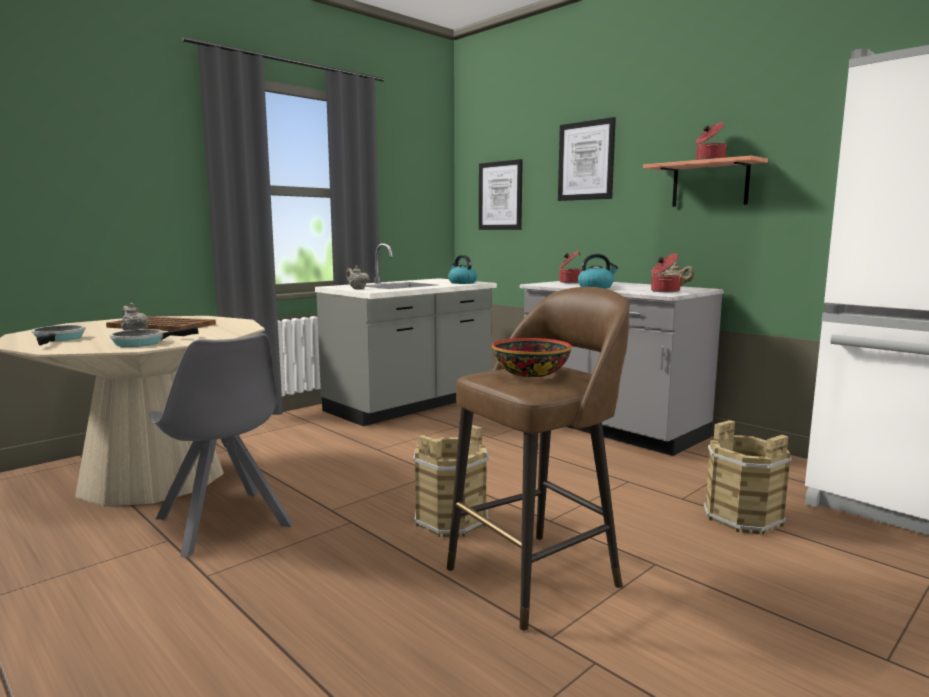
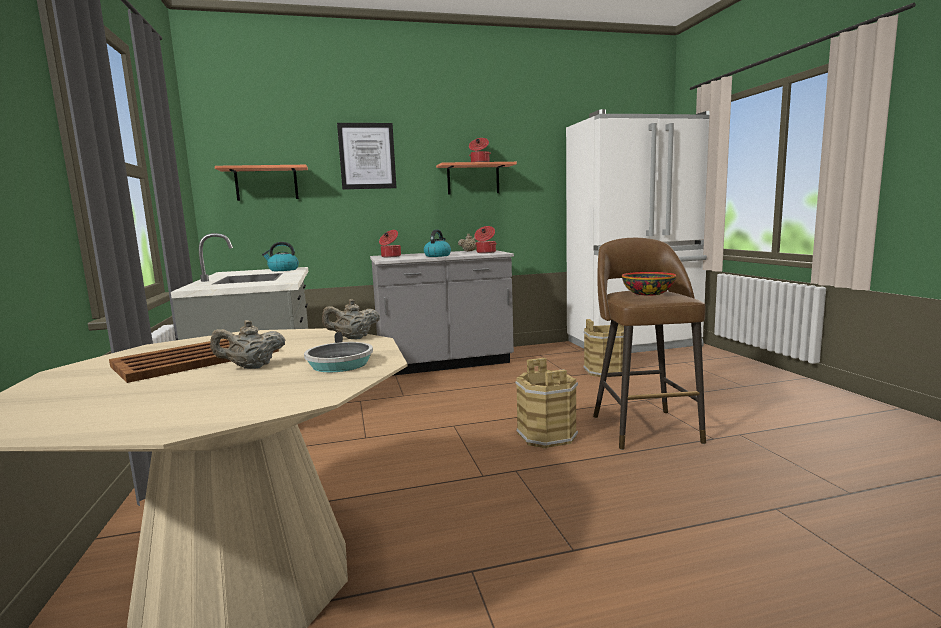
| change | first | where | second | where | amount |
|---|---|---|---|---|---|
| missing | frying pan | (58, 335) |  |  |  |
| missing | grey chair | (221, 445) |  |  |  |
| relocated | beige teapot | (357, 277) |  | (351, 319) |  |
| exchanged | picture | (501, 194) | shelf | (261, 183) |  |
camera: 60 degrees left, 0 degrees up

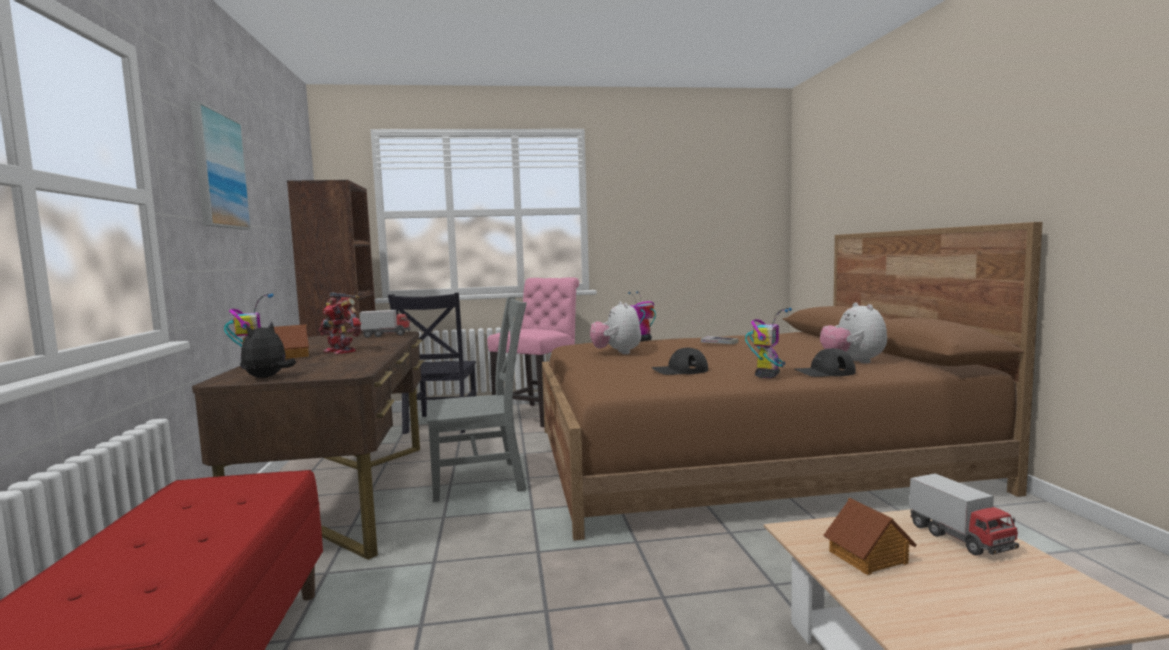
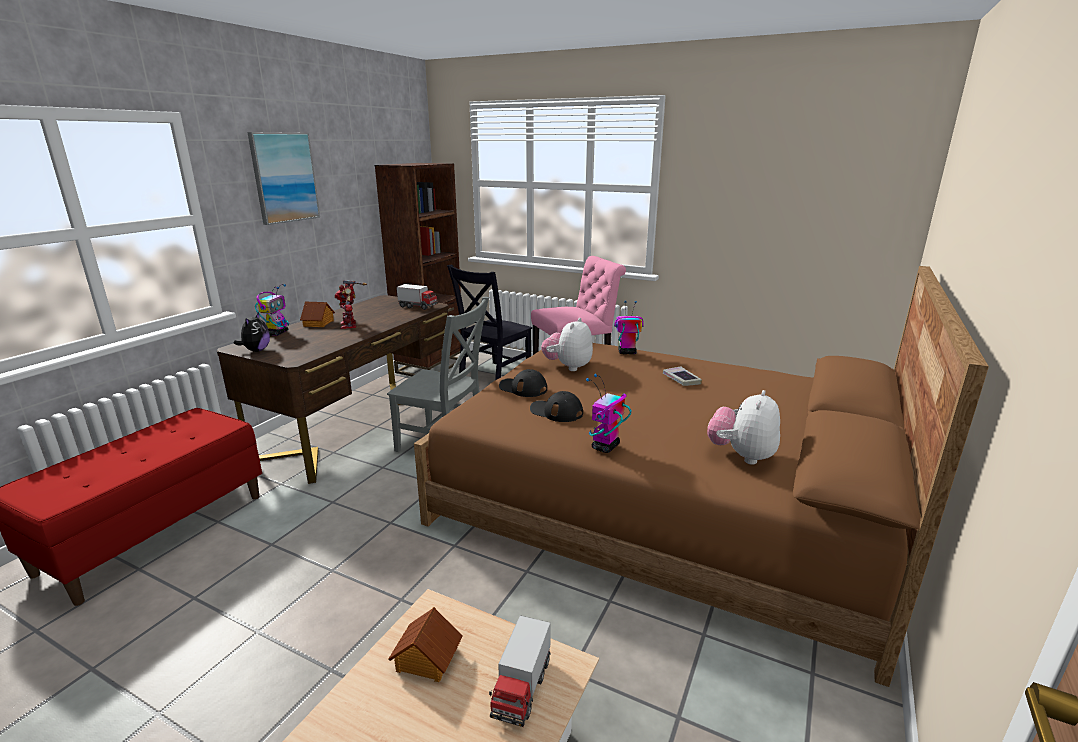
| change | first | where | second | where | amount |
|---|---|---|---|---|---|
| spun | plush toy | (268, 350) |  | (252, 332) | 135 degrees clockwise |
| spun | toy robot | (768, 343) |  | (608, 413) | 150 degrees clockwise |
| relocated | black cap | (825, 362) |  | (523, 383) |  |
camera: 35 degrees right, 15 degrees up

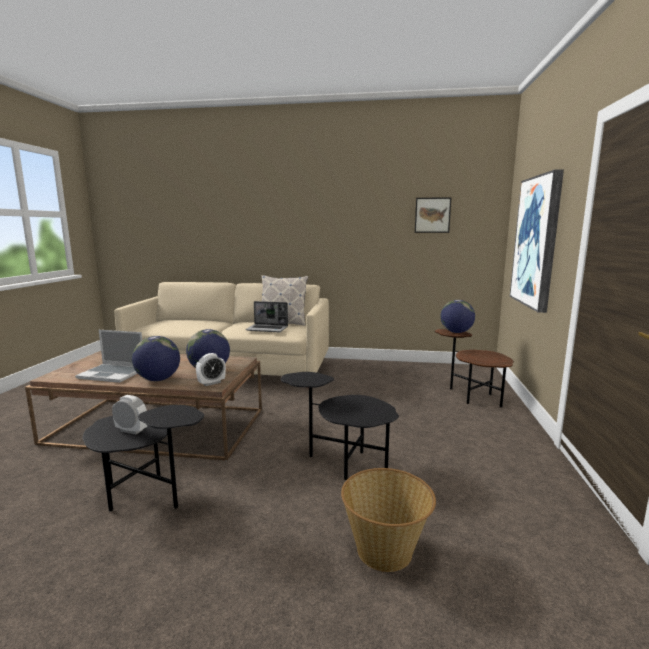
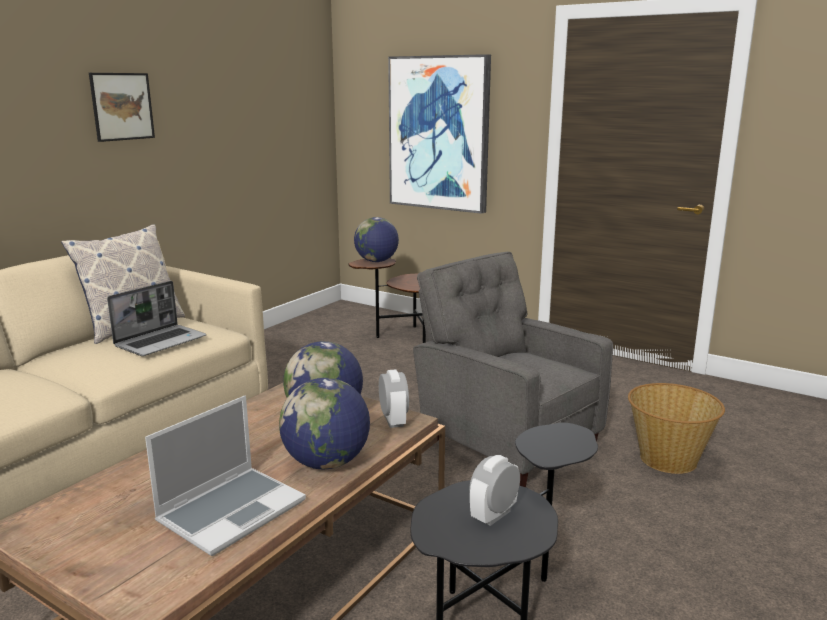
| change | first | where | second | where | amount |
|---|---|---|---|---|---|
| exchanged | black side table | (340, 426) | grey armchair | (513, 369) |  |
| relocated | picture | (433, 215) |  | (122, 107) |  |
camera: 65 degrees left, 5 degrees up

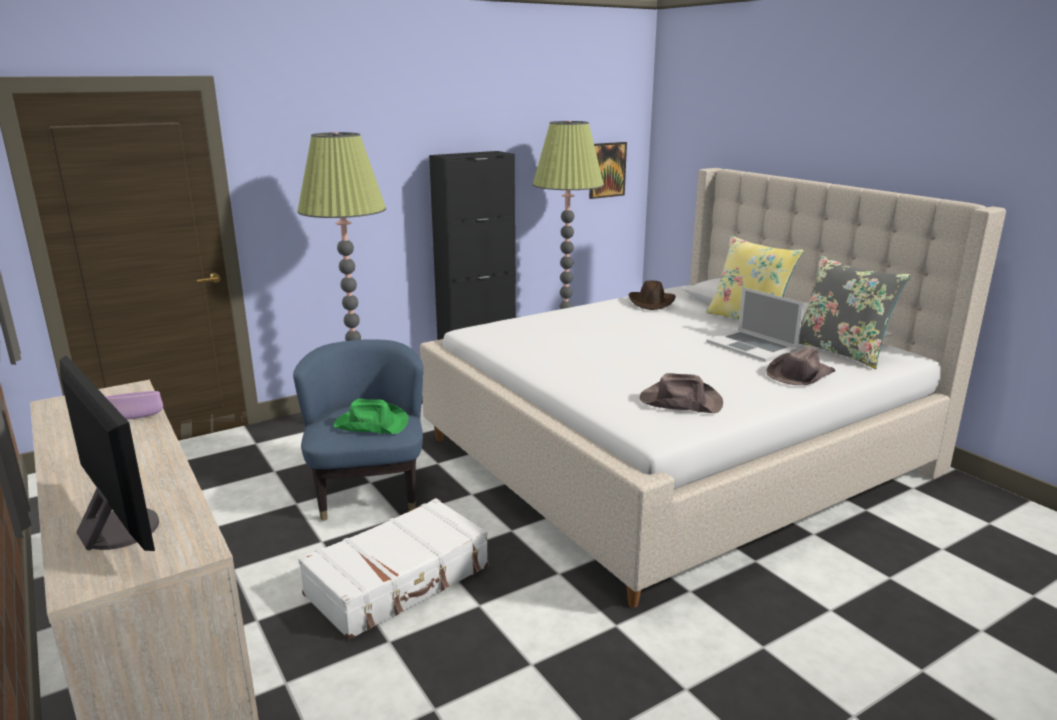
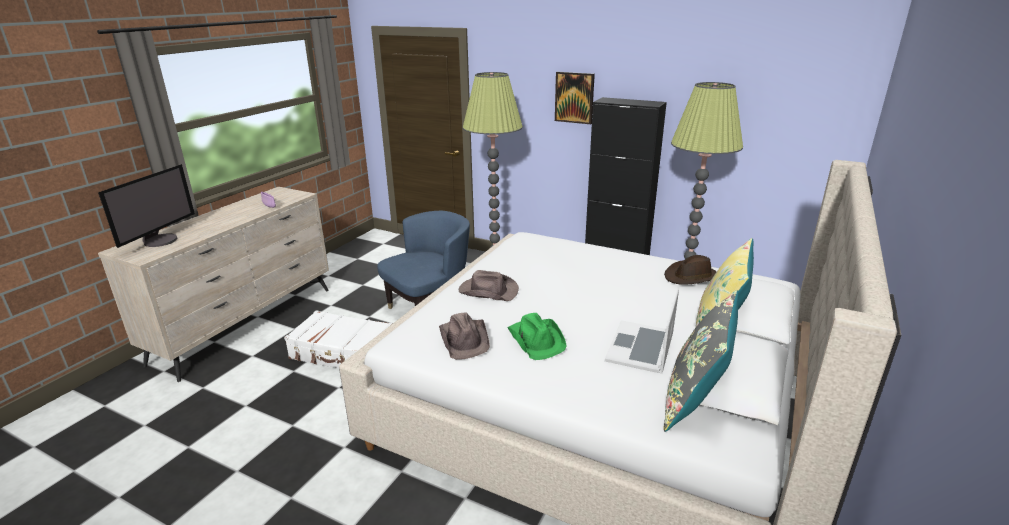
| change | first | where | second | where | amount |
|---|---|---|---|---|---|
| relocated | green hat | (371, 416) |  | (537, 336) |  |
| relocated | picture | (608, 170) |  | (575, 98) |  |
| relocated | brown hat | (800, 365) |  | (489, 285) |  |
camera: 60 degrees right, 5 degrees up

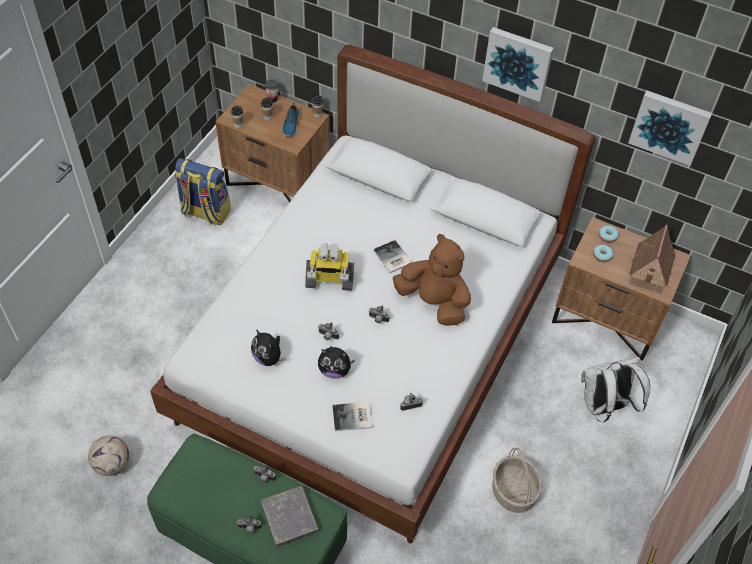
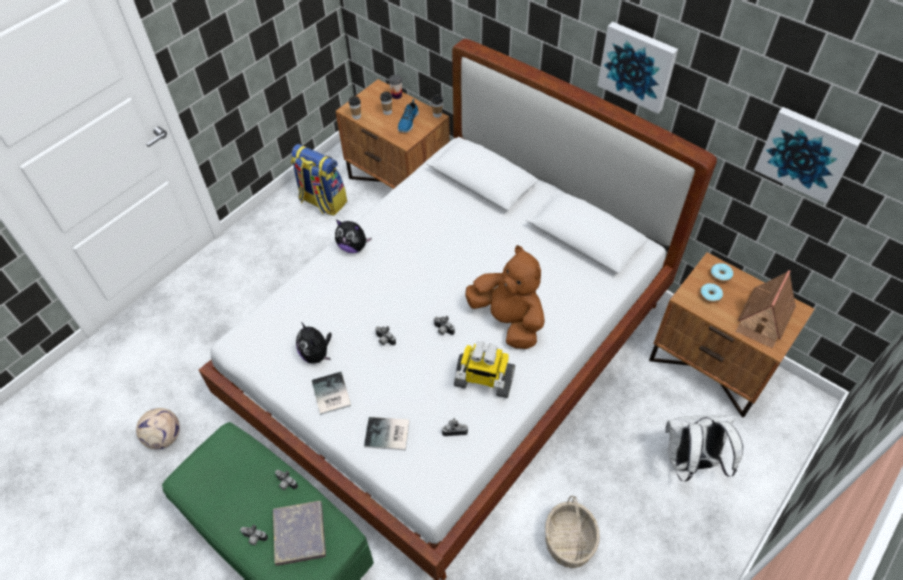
| change | first | where | second | where | amount |
|---|---|---|---|---|---|
| relocated | toy robot | (329, 267) |  | (484, 370) |  |
| relocated | plush toy | (336, 362) |  | (353, 236) |  |
| relocated | book | (392, 256) |  | (331, 393) |  |
camera: 15 degrees right, 0 degrees up

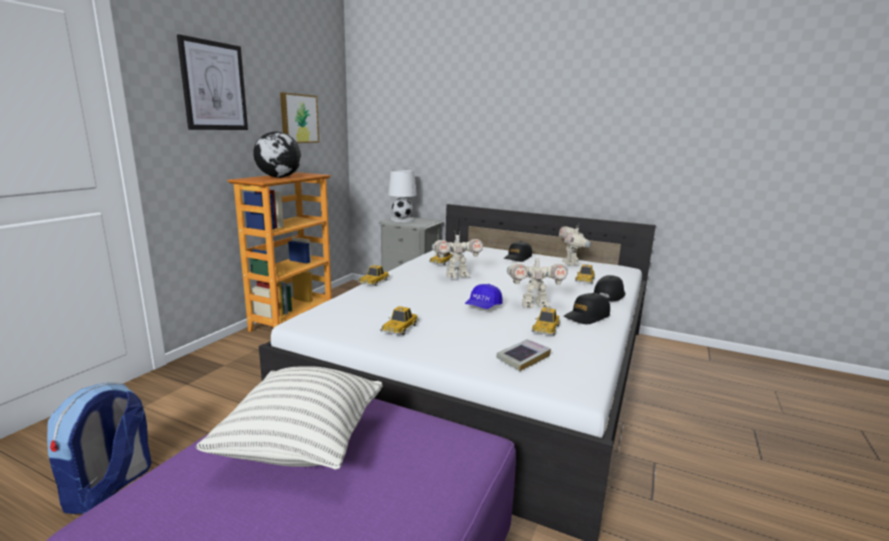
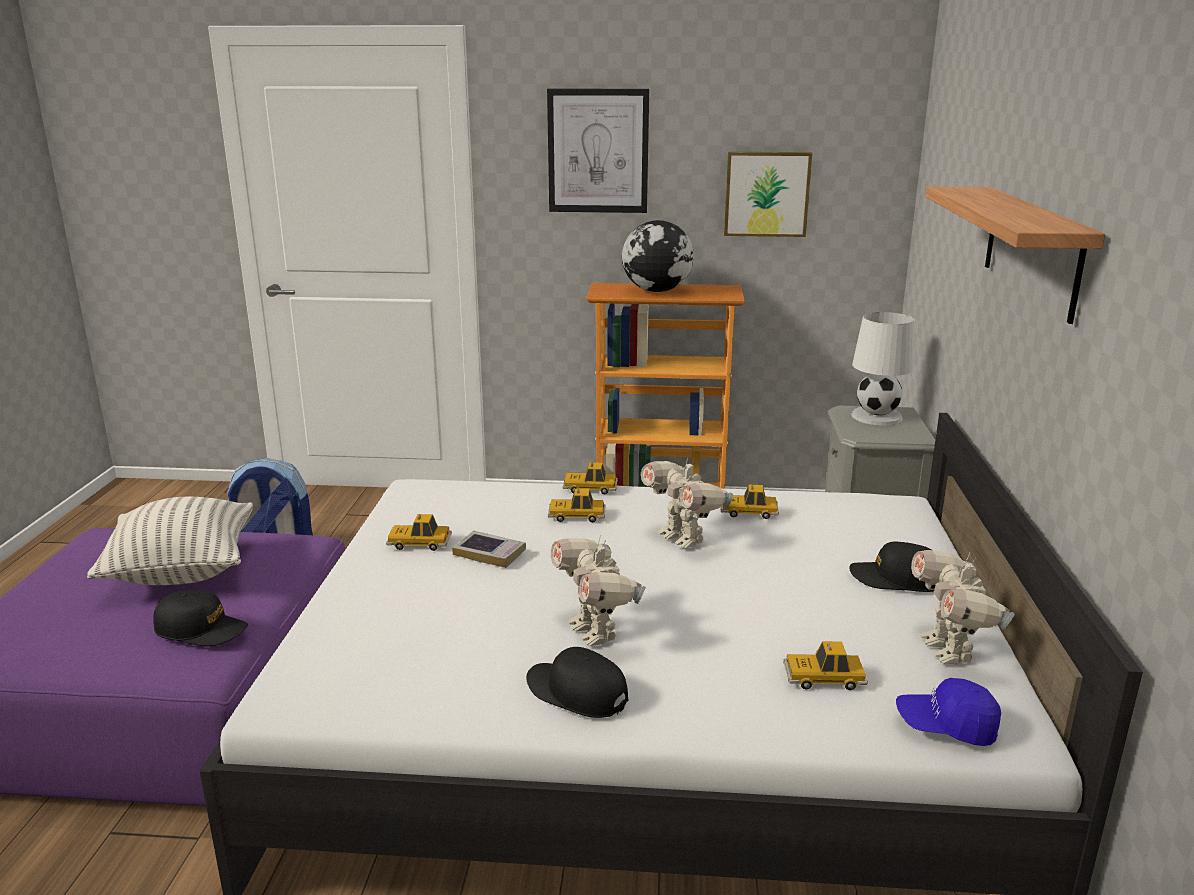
| change | first | where | second | where | amount |
|---|---|---|---|---|---|
| relocated | blue cap | (484, 296) |  | (948, 712) |  |
| relocated | book | (523, 355) |  | (489, 549) |  |
| relocated | toy car | (545, 321) |  | (577, 505) |  |
| spun | toy robot | (575, 245) |  | (963, 607) | 75 degrees counterclockwise |
| relocated | black cap | (610, 288) |  | (200, 618) |  |
| appeared |  |  | shelf | (1015, 255) |  |
camera: 70 degrees right, 5 degrees up

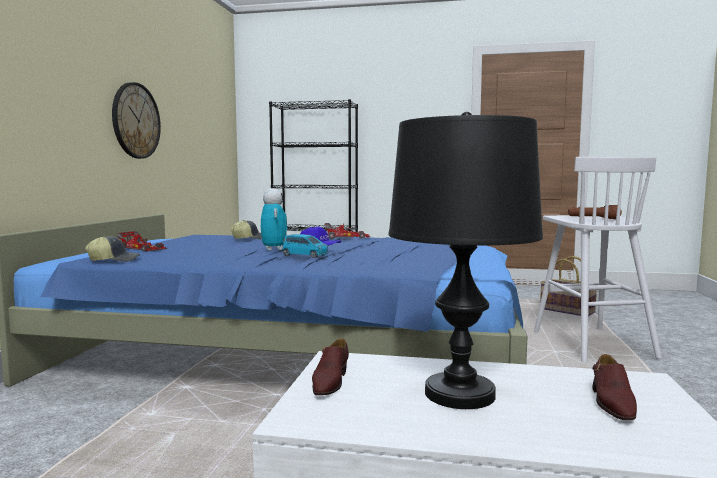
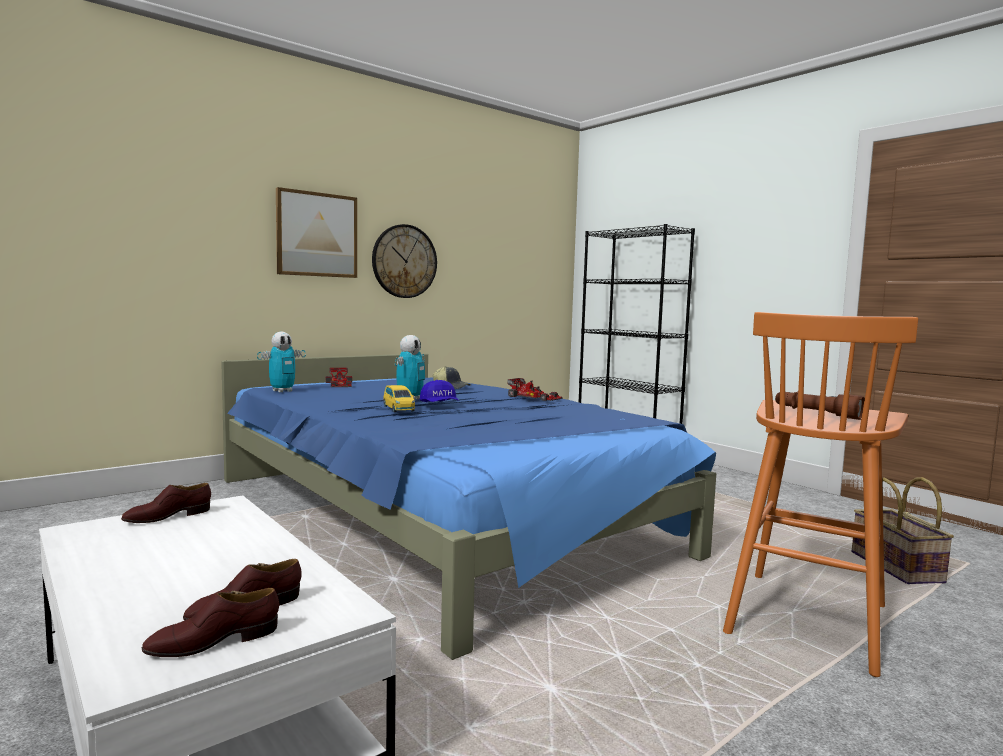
| change | first | where | second | where | amount |
|---|---|---|---|---|---|
| exchanged | cap | (112, 249) | toy robot | (281, 362) |  |
| colour | blue toy car | (305, 246) | yellow toy car | (399, 398) |  |
| missing | black table lamp | (466, 260) |  |  |  |
| colour | white stool | (598, 260) | orange stool | (820, 494) |  |
| appeared |  |  | brown shoe | (210, 622) |  |
| appeared |  |  | picture | (316, 232) |  |
camera: 40 degrees right, 0 degrees up

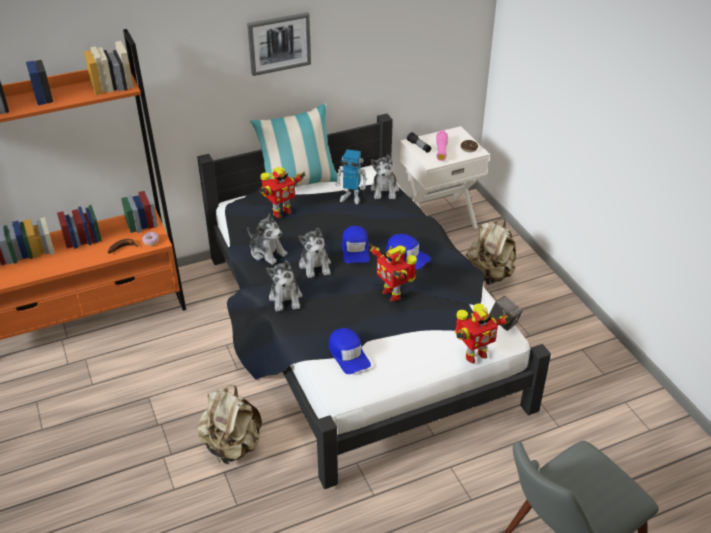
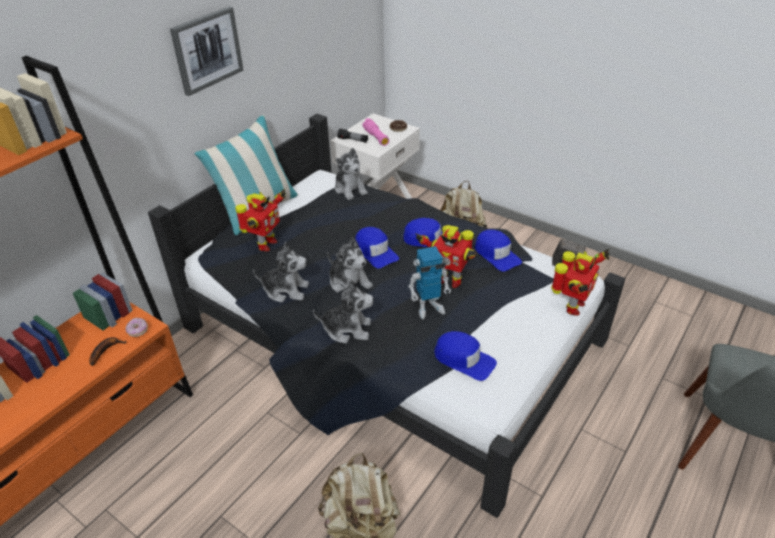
| change | first | where | second | where | amount |
|---|---|---|---|---|---|
| spun | plush toy | (284, 286) |  | (343, 312) | 45 degrees counterclockwise |
| relocated | toy robot | (351, 176) |  | (429, 282) |  |
| appeared |  |  | blue cap | (498, 251) |  |
camera: 30 degrees left, 0 degrees up

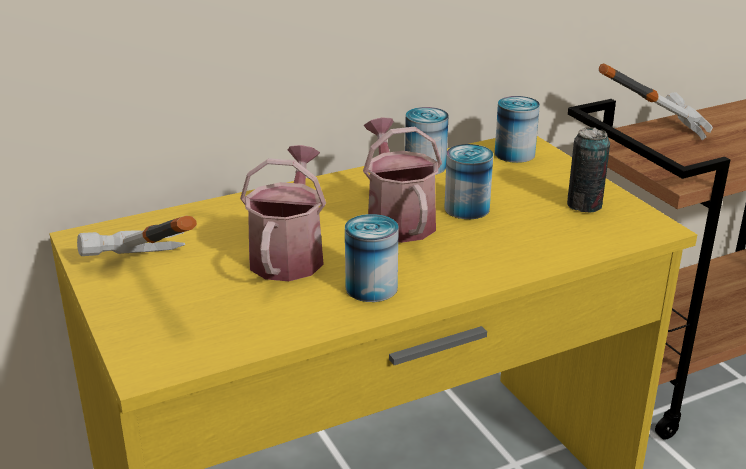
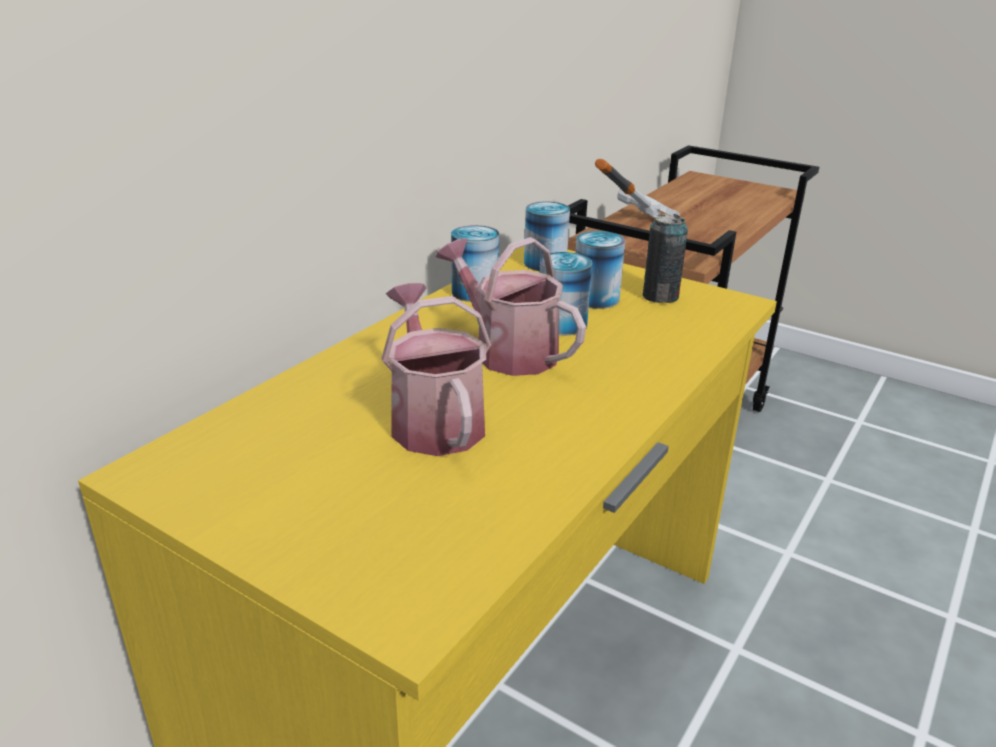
| change | first | where | second | where | amount |
|---|---|---|---|---|---|
| missing | hammer | (137, 235) |  |  |  |
| relocated | can | (372, 258) |  | (600, 270) |  |
camera: 30 degrees left, 0 degrees up

